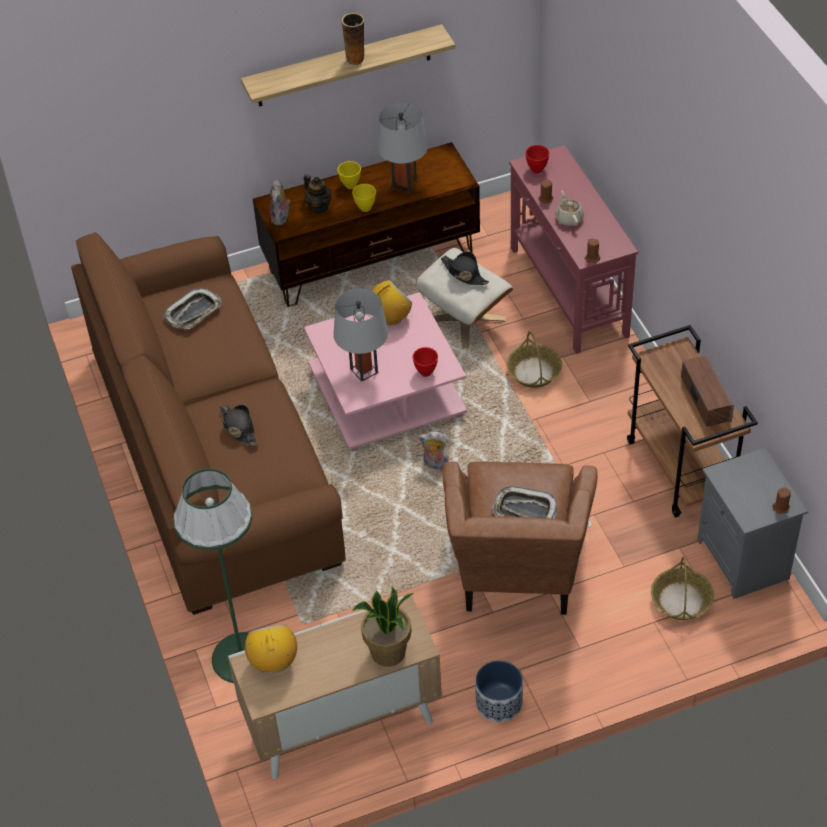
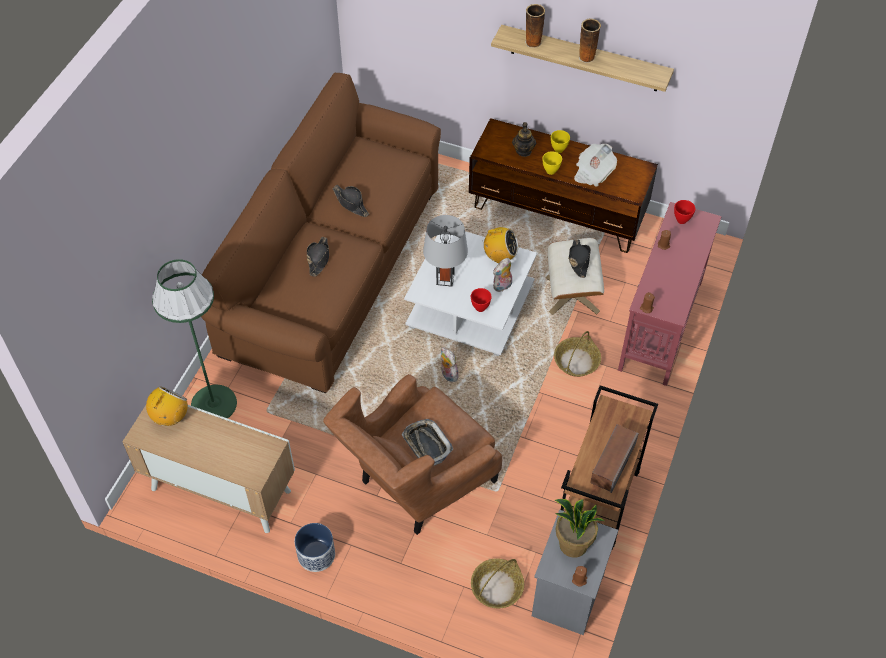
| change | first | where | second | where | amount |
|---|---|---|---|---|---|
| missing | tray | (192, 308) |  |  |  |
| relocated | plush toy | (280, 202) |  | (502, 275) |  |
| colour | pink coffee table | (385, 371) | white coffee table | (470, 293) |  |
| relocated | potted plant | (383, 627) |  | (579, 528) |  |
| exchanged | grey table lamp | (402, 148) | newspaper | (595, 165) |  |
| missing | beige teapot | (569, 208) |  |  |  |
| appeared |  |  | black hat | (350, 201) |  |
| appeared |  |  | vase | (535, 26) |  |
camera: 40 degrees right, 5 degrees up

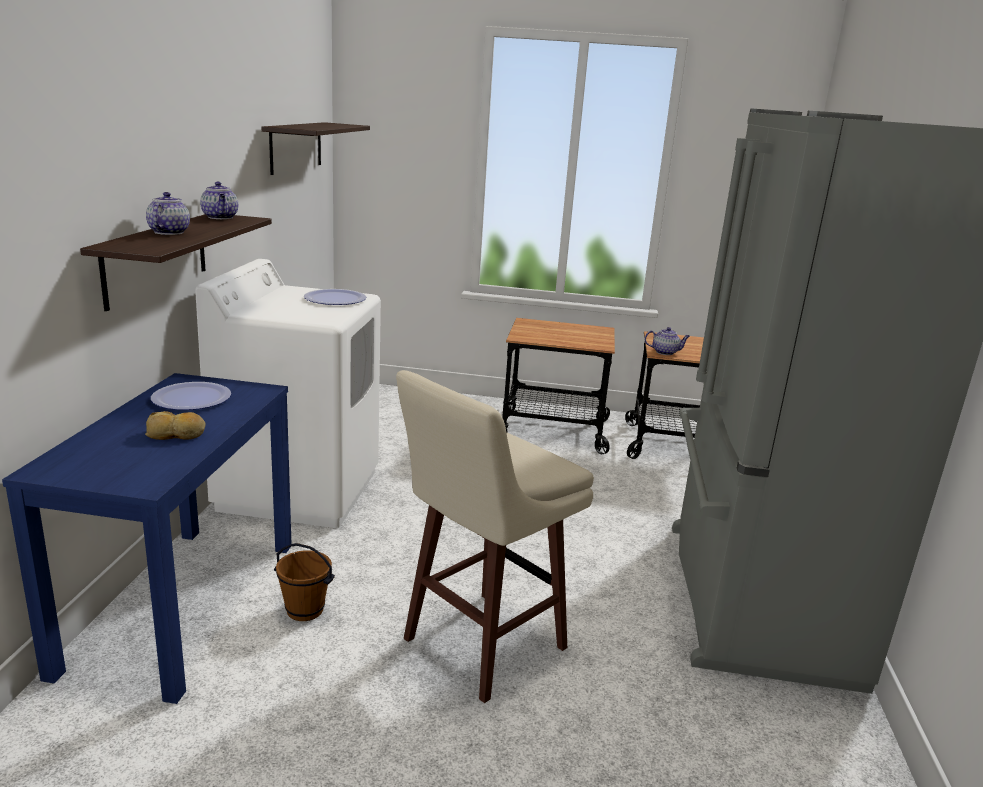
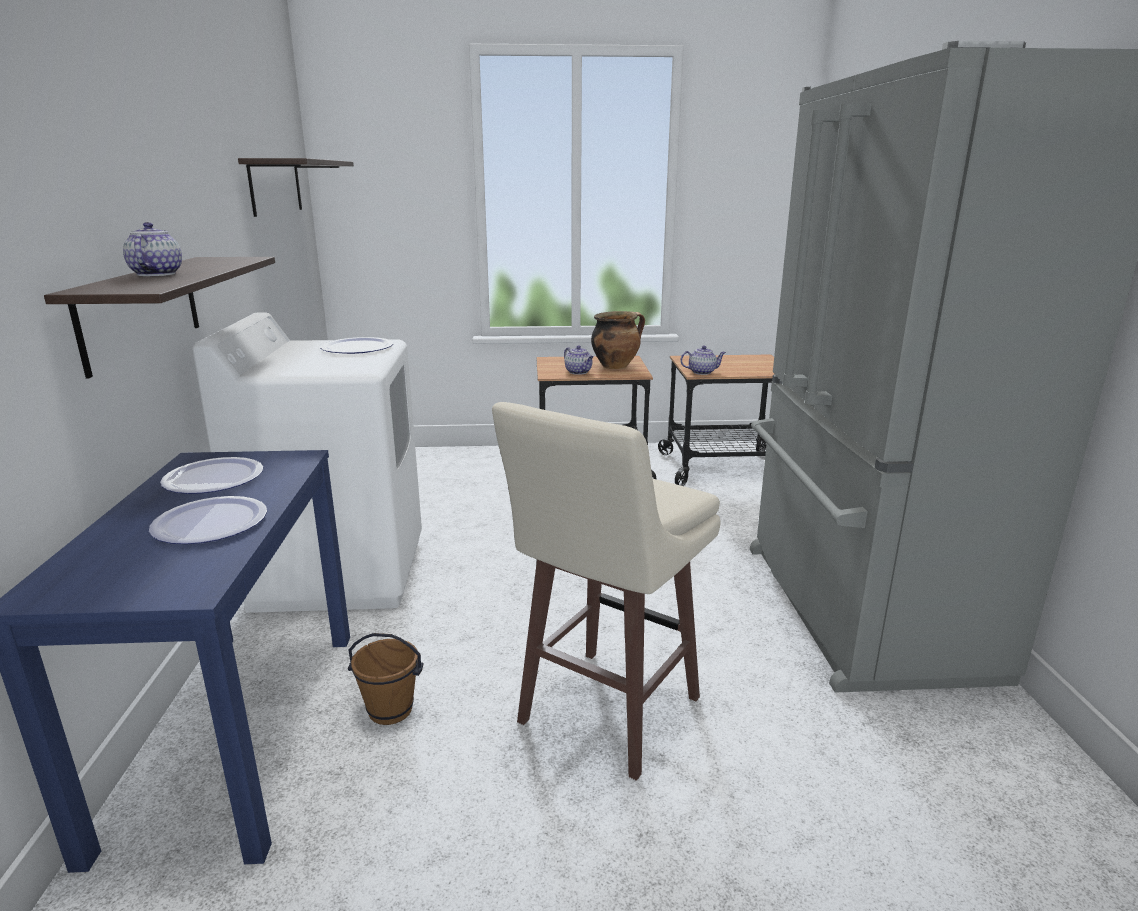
| change | first | where | second | where | amount |
|---|---|---|---|---|---|
| exchanged | bread | (175, 425) | plate | (208, 520) |  |
| relocated | teapot | (219, 200) |  | (579, 360) |  |
| appeared |  |  | cooking pot | (618, 340) |  |
camera: 10 degrees left, 0 degrees up

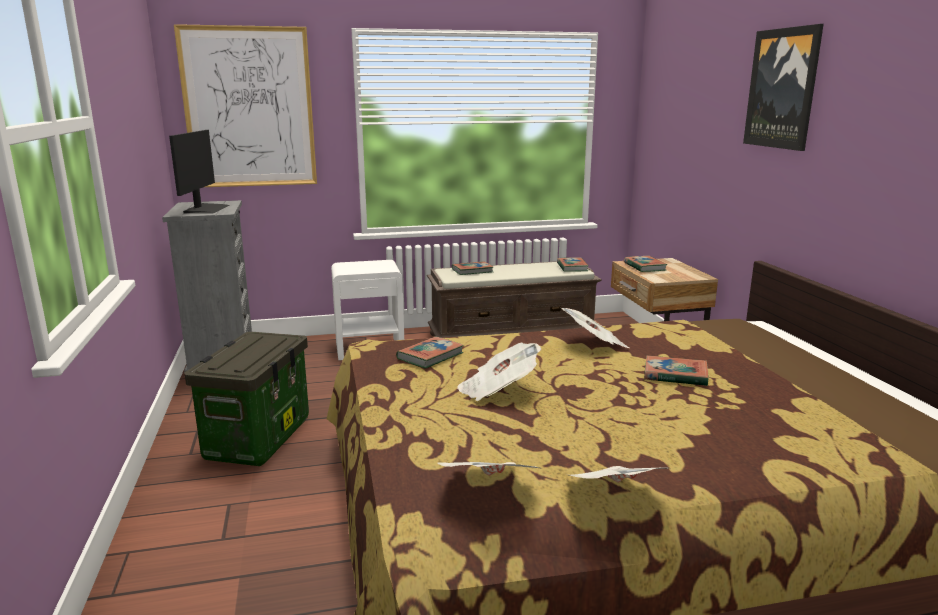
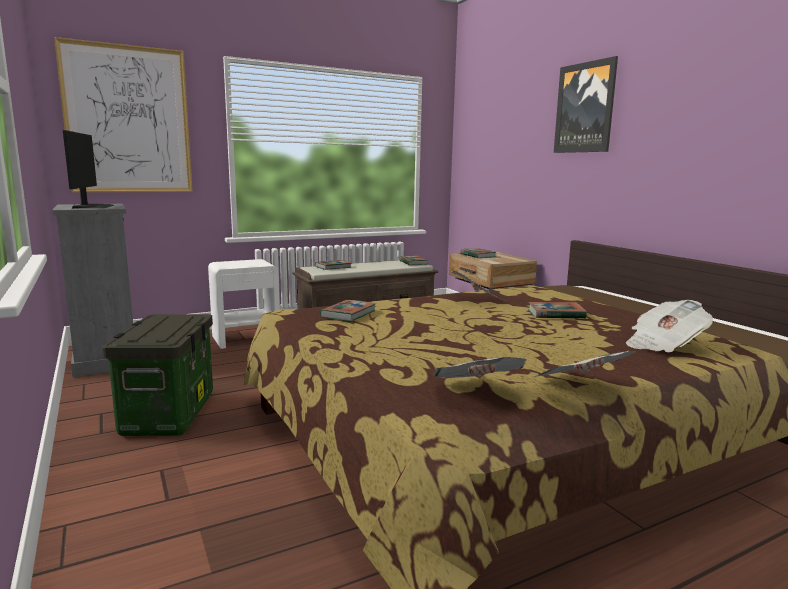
| change | first | where | second | where | amount |
|---|---|---|---|---|---|
| relocated | newspaper | (499, 372) |  | (669, 326) |  |
camera: 15 degrees left, 5 degrees down

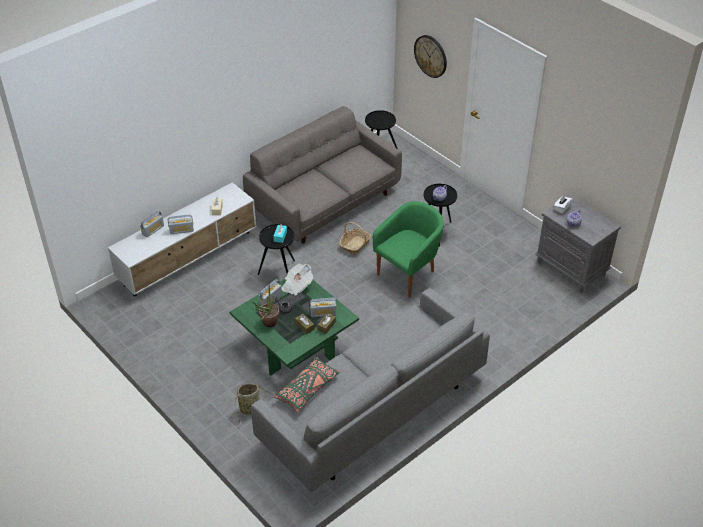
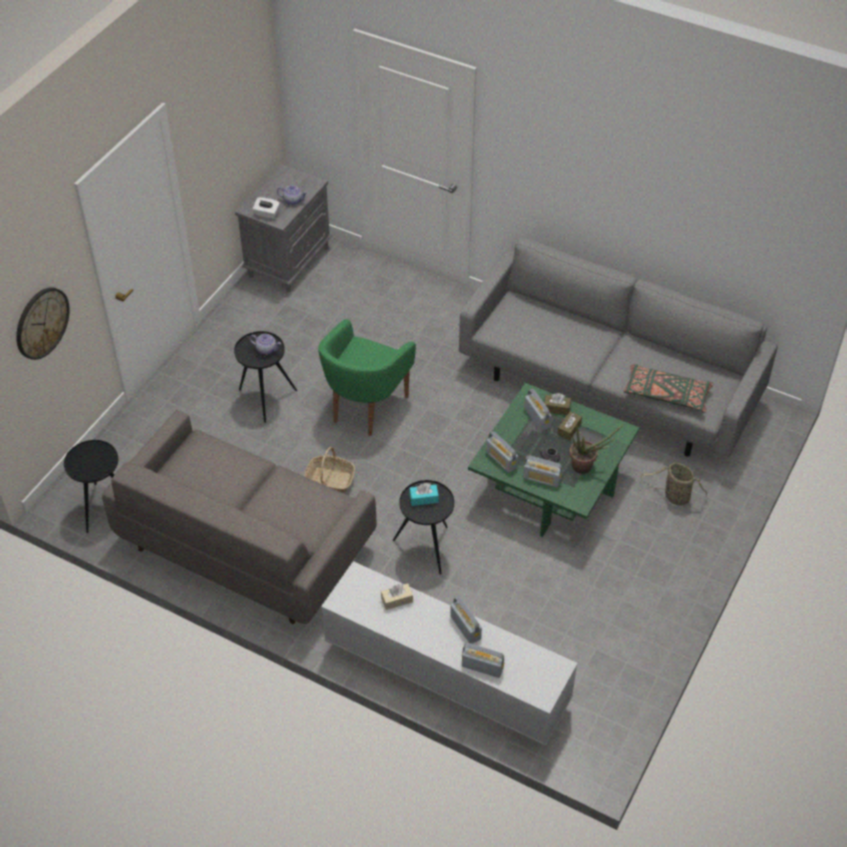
| change | first | where | second | where | amount |
|---|---|---|---|---|---|
| exchanged | newspaper | (297, 279) | radio | (502, 452) |  |
| spun | green armchair | (408, 249) |  | (367, 377) | 90 degrees counterclockwise |
camera: 110 degrees left, 5 degrees up

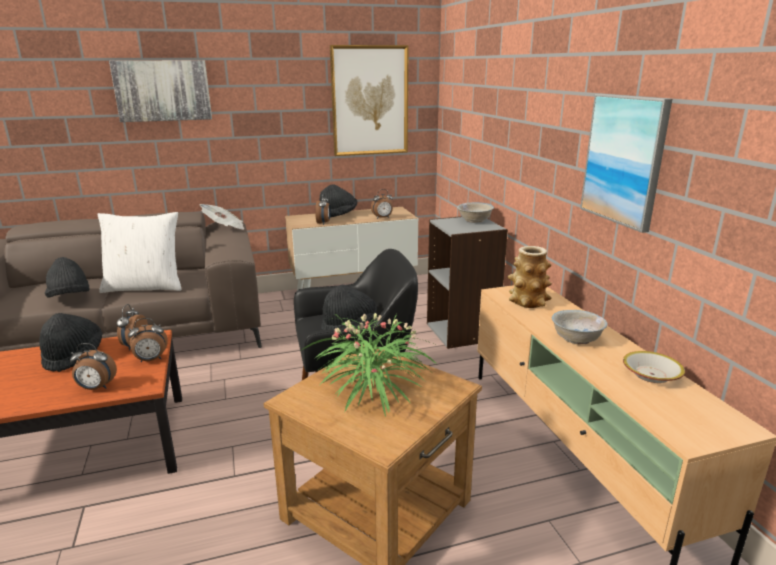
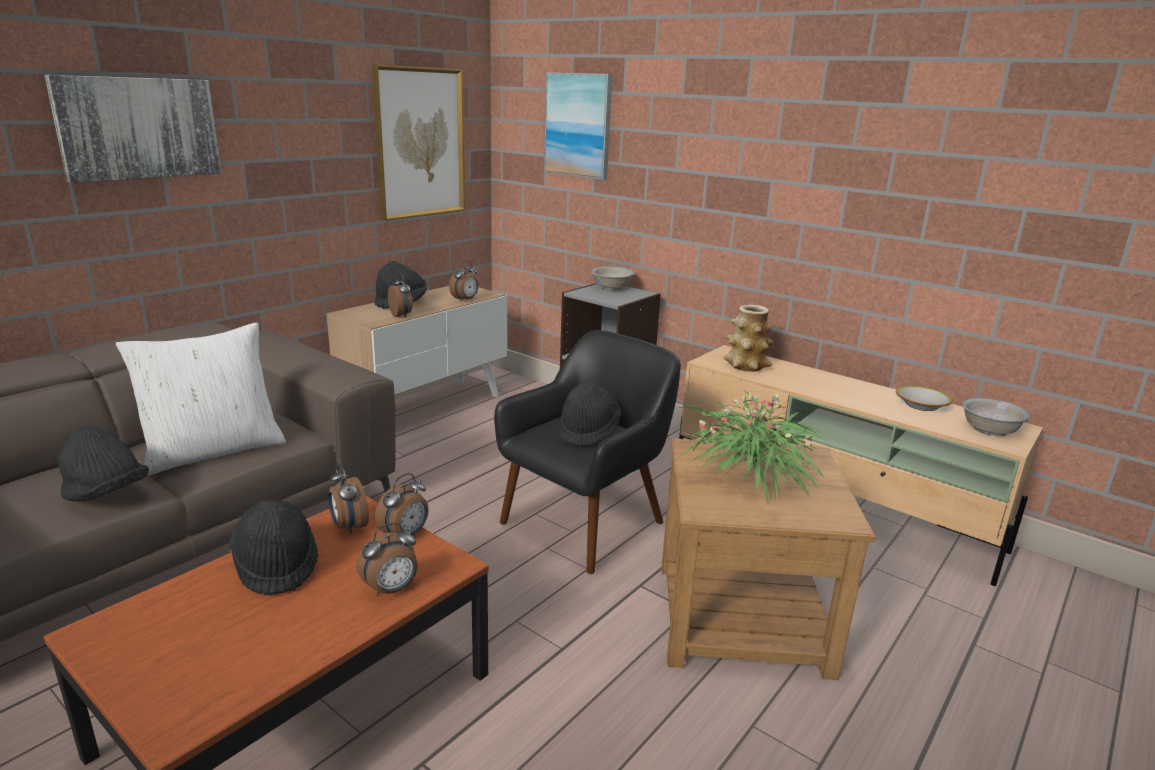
| change | first | where | second | where | amount |
|---|---|---|---|---|---|
| missing | newspaper | (221, 217) |  |  |  |
| relocated | white bowl | (579, 327) |  | (996, 417) |  |
| relocated | picture | (626, 163) |  | (578, 126) |  |
camera: 35 degrees left, 0 degrees up

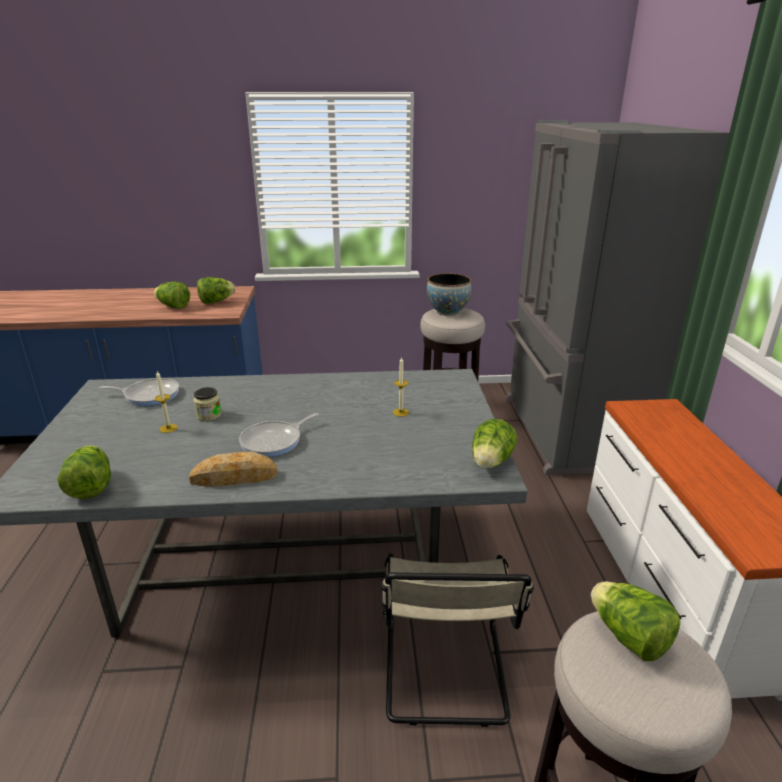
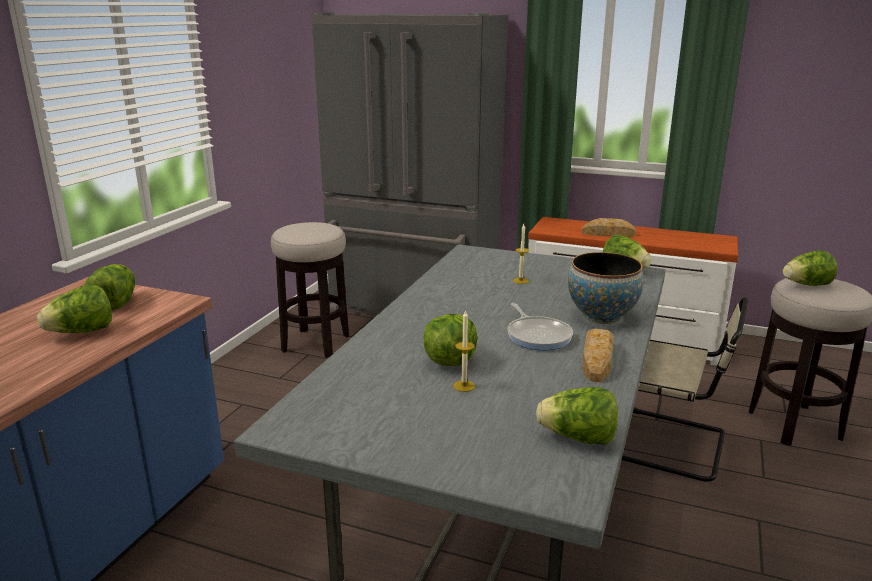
| change | first | where | second | where | amount |
|---|---|---|---|---|---|
| missing | frying pan | (139, 392) |  |  |  |
| exchanged | jar | (207, 404) | lettuce | (450, 340) |  |
| relocated | bowl | (449, 294) |  | (606, 288) |  |
| appeared |  |  | bread | (609, 227) |  |
camera: 65 degrees left, 5 degrees down

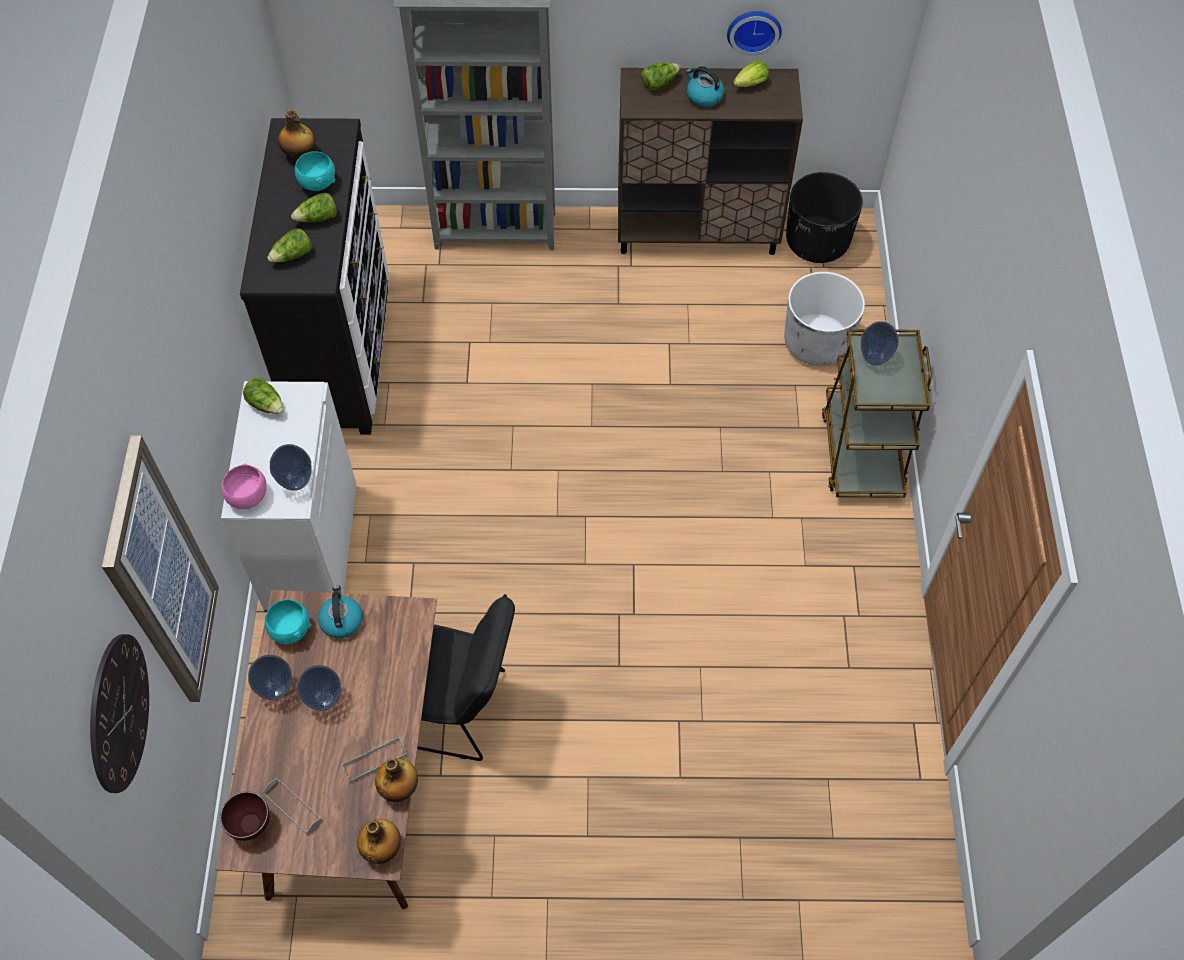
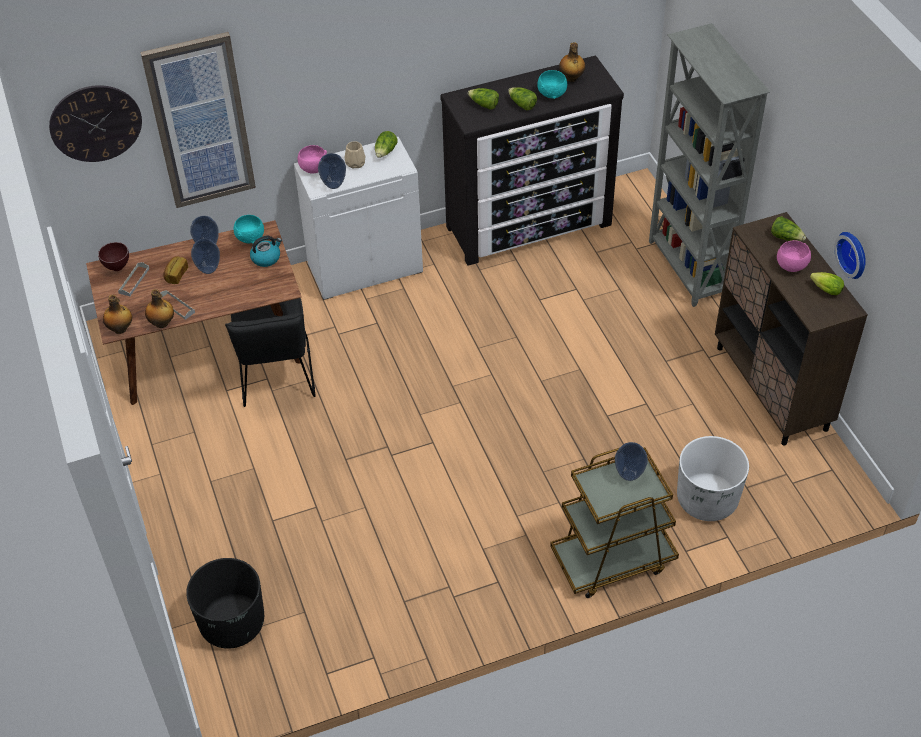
| change | first | where | second | where | amount |
|---|---|---|---|---|---|
| exchanged | kettle | (705, 86) | pink bowl | (794, 256) |  |
| relocated | black planter | (824, 217) |  | (225, 603) |  |
| appeared |  |  | bread | (175, 270) |  |
| appeared |  |  | beige vase | (355, 154) |  |
camera: 70 degrees right, 10 degrees down

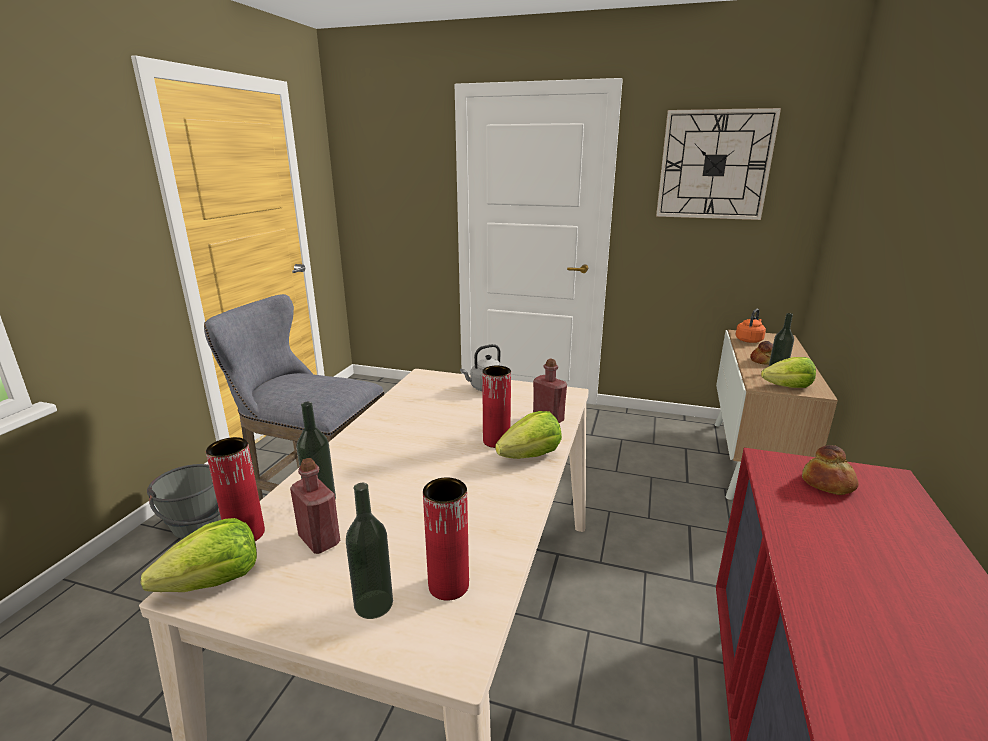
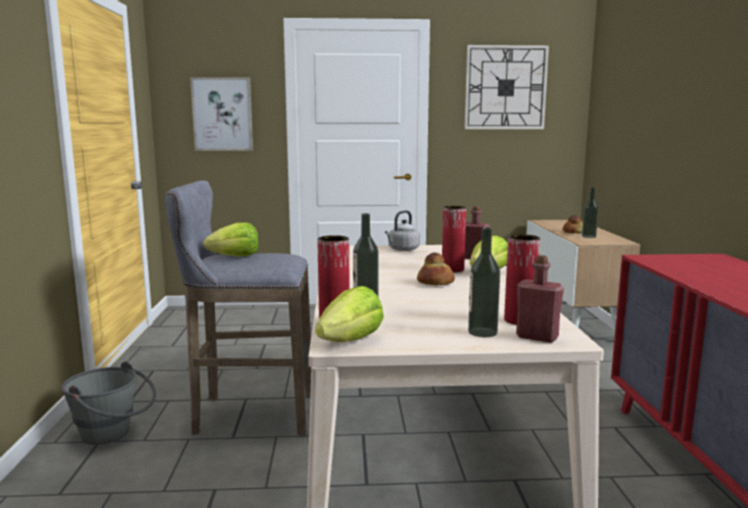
| change | first | where | second | where | amount |
|---|---|---|---|---|---|
| relocated | red bottle | (315, 506) |  | (540, 299) |  |
| missing | orange kettle | (750, 326) |  |  |  |
| relocated | lettuce | (788, 372) |  | (230, 239) |  |
| relocated | bread | (830, 470) |  | (436, 269) |  |
| appeared |  |  | picture | (221, 114) |  |
camera: 20 degrees left, 10 degrees down

